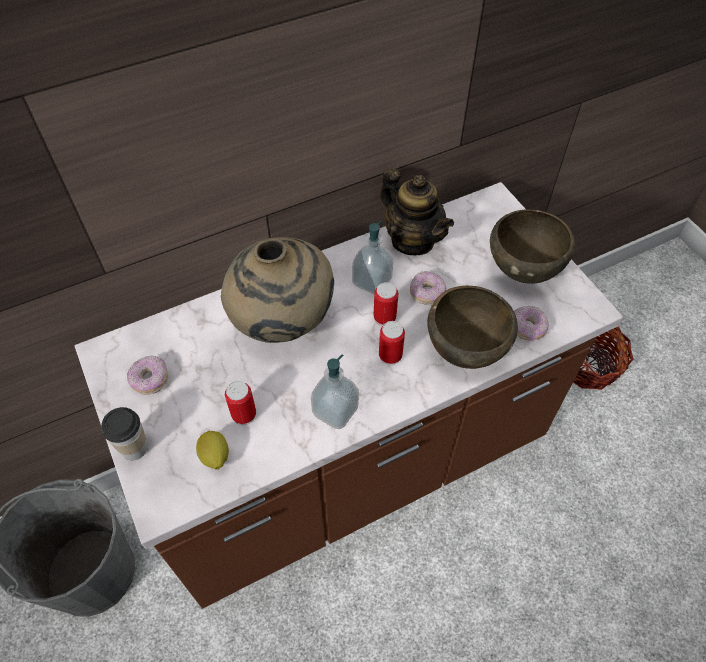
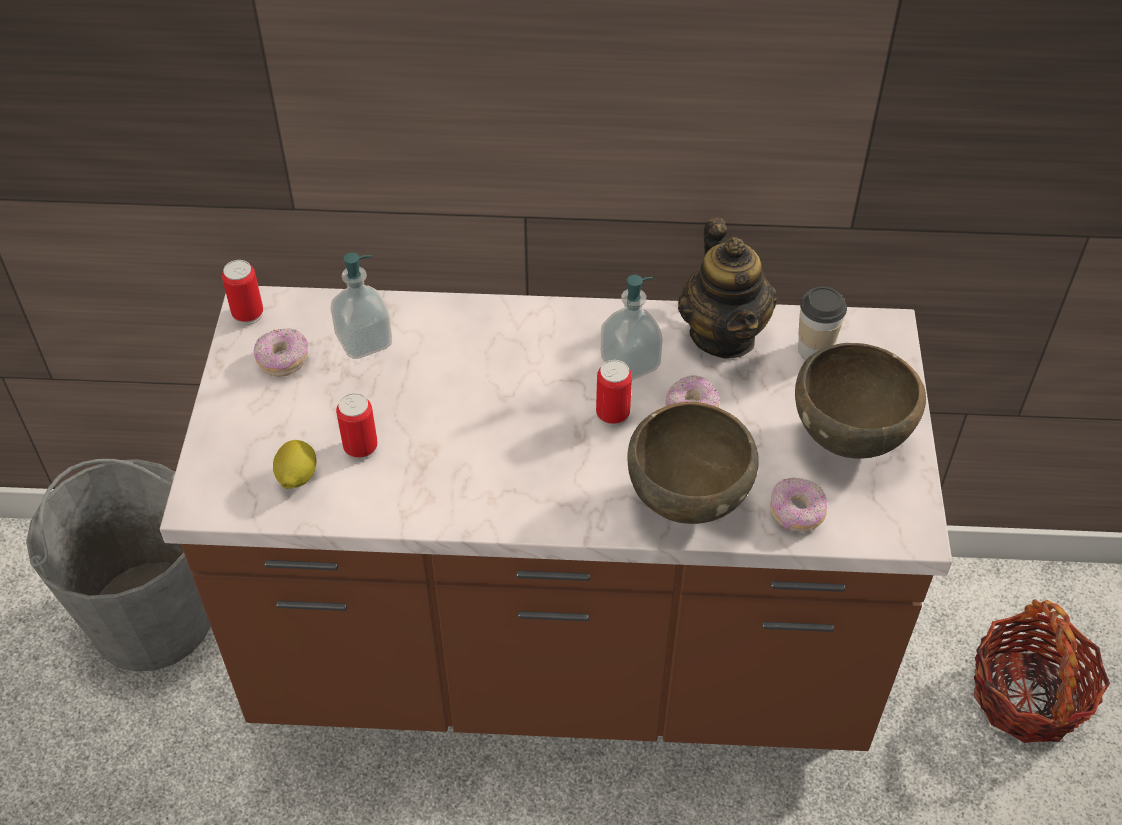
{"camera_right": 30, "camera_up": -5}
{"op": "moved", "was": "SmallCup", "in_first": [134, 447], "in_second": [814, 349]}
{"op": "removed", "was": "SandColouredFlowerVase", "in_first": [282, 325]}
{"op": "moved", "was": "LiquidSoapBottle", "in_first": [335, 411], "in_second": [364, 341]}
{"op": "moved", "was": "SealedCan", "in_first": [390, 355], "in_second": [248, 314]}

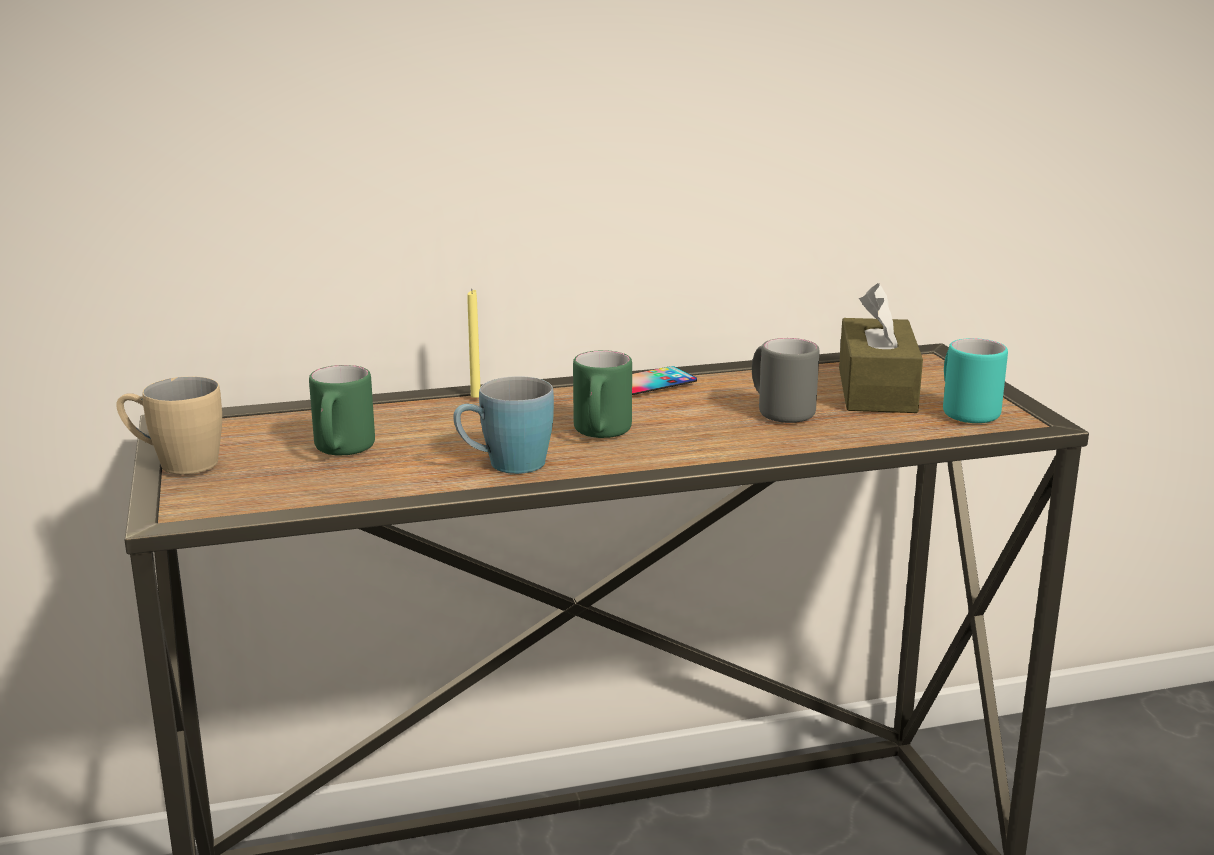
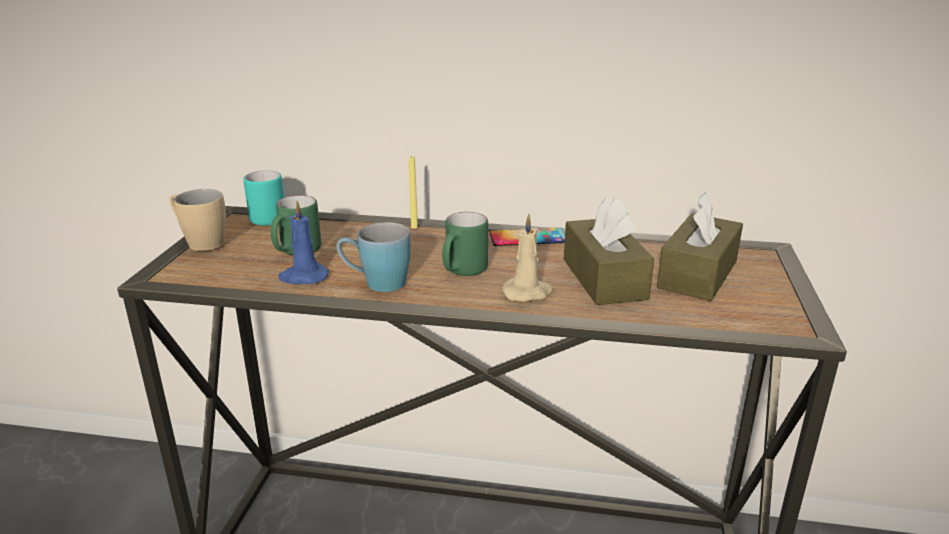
{"camera_right": 25, "camera_up": 5}
{"op": "replaced", "was": "GreyishTeaMug", "now": "BrownTissueBox", "in_first": [779, 412], "in_second": [604, 279]}
{"op": "moved", "was": "BlueGreenTeaMug", "in_first": [965, 412], "in_second": [271, 217]}
{"op": "added", "now": "BlueWaxCandle", "in_second": [303, 277]}
{"op": "added", "now": "SandColouredWaxCandle", "in_second": [528, 293]}

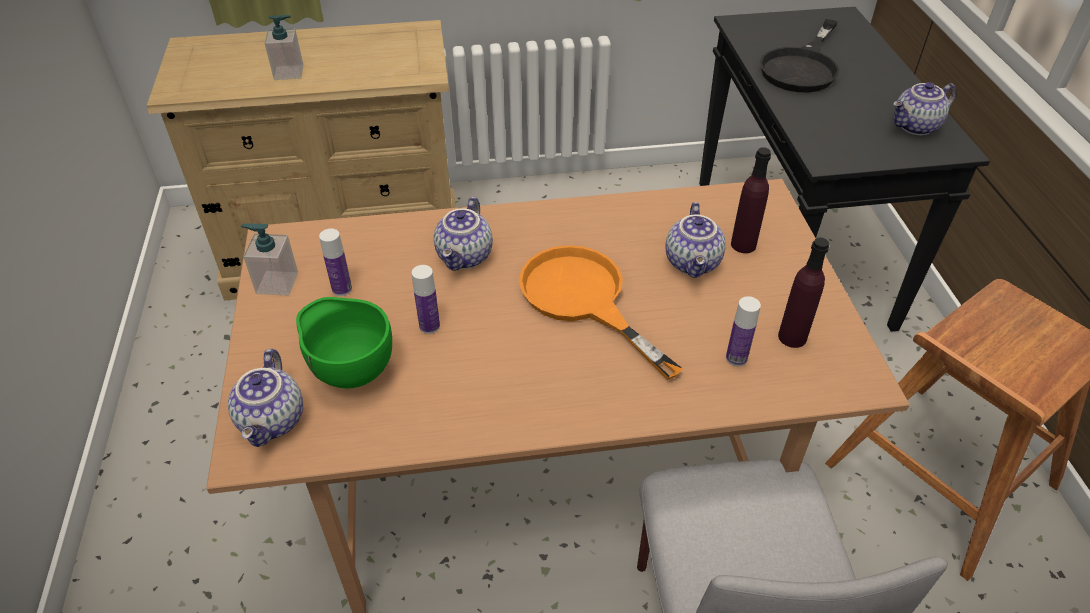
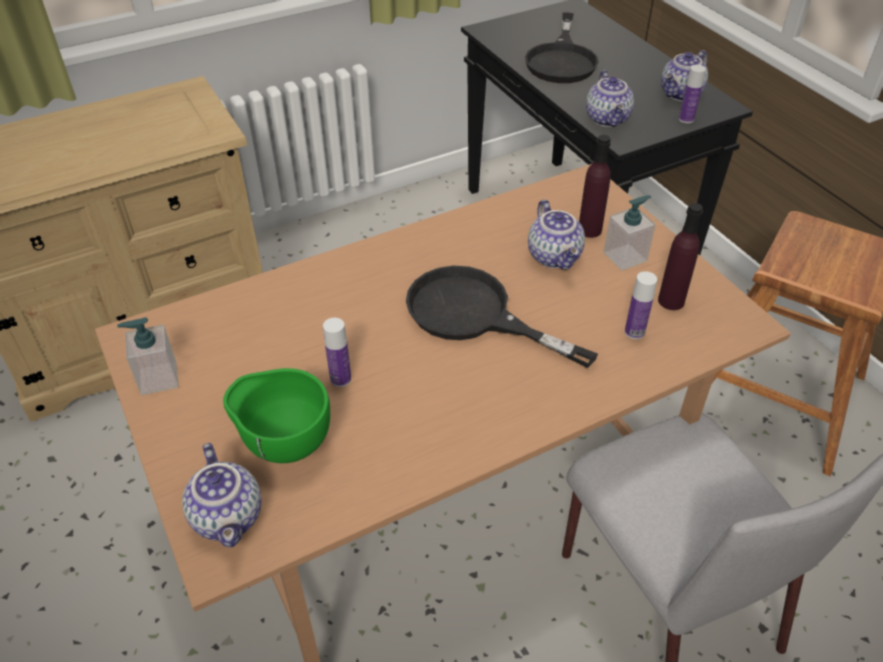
{"camera_right": -20, "camera_up": 0}
{"op": "moved", "was": "LiquidSoapBottle", "in_first": [289, 72], "in_second": [625, 257]}
{"op": "moved", "was": "Bottle", "in_first": [342, 289], "in_second": [686, 119]}
{"op": "moved", "was": "PotForTea", "in_first": [466, 257], "in_second": [608, 119]}
{"op": "recoloured", "was": "OrangeColouredPan", "now": "BlackPan", "in_first": [583, 300], "in_second": [474, 315]}

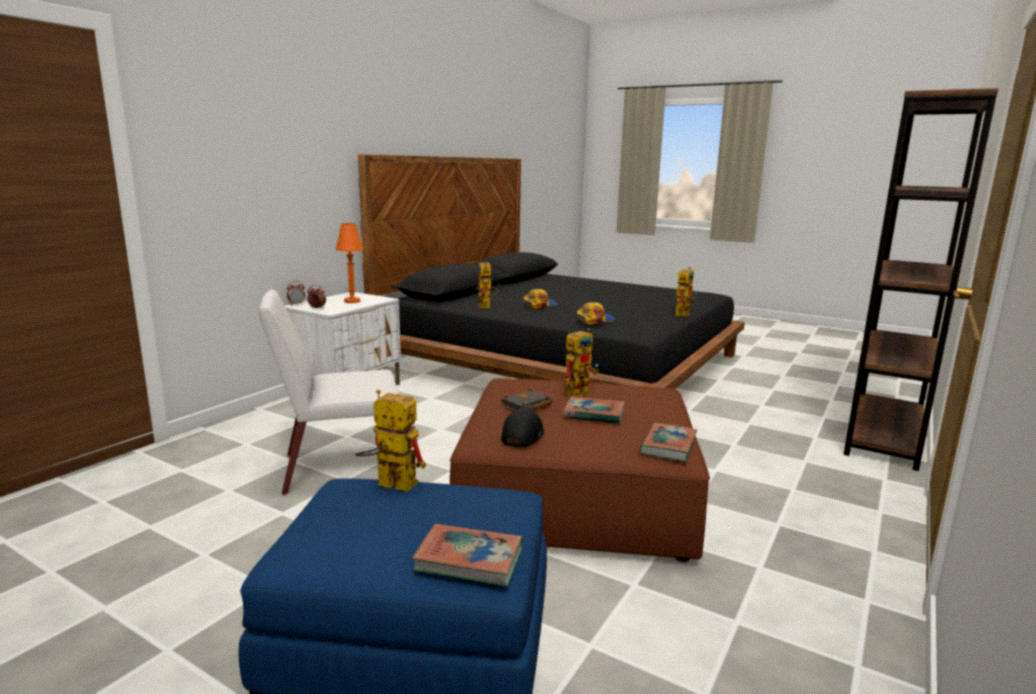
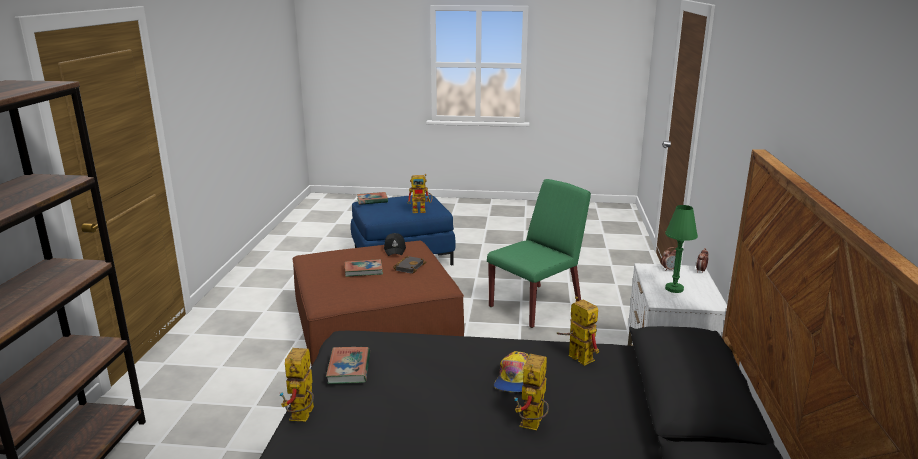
{"camera_right": 155, "camera_up": 5}
{"op": "recoloured", "was": "WhitePlainChair", "now": "GreenColouredPlainChair", "in_first": [339, 468], "in_second": [536, 305]}
{"op": "recoloured", "was": "OrangeColouredTabletopLamp", "now": "GreenColouredTabletopLamp", "in_first": [352, 301], "in_second": [674, 289]}
{"op": "moved", "was": "ModelRobot", "in_first": [579, 391], "in_second": [532, 426]}
{"op": "removed", "was": "Cap", "in_first": [595, 320]}
{"op": "moved", "was": "Book", "in_first": [668, 446], "in_second": [349, 368]}

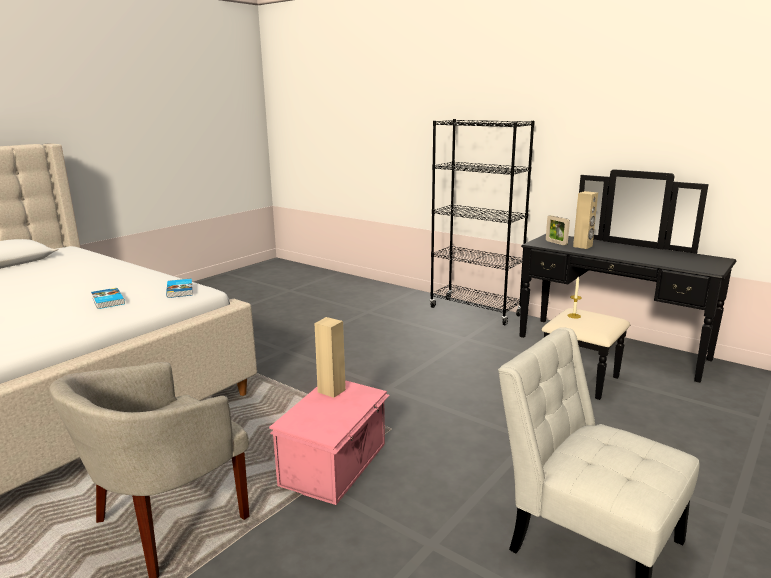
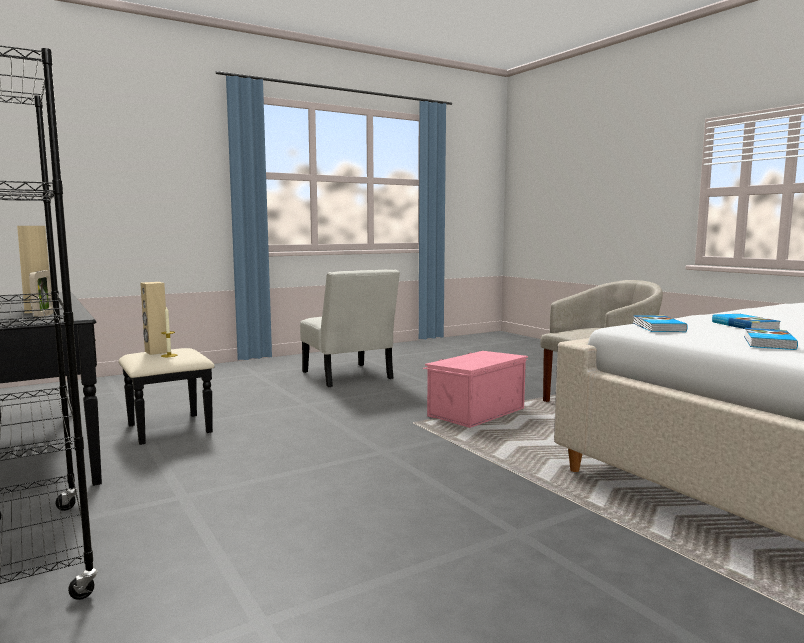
{"camera_right": -160, "camera_up": -10}
{"op": "moved", "was": "SandColouredLoudspeaker", "in_first": [331, 390], "in_second": [156, 352]}
{"op": "added", "now": "Book", "in_second": [767, 343]}

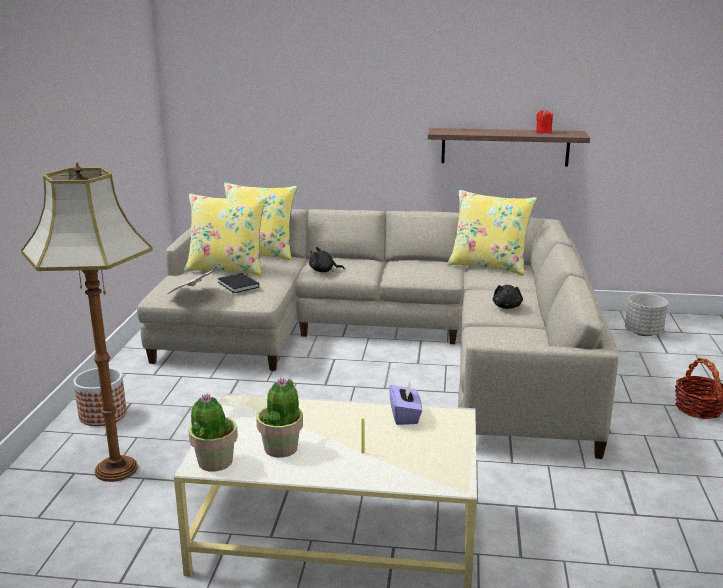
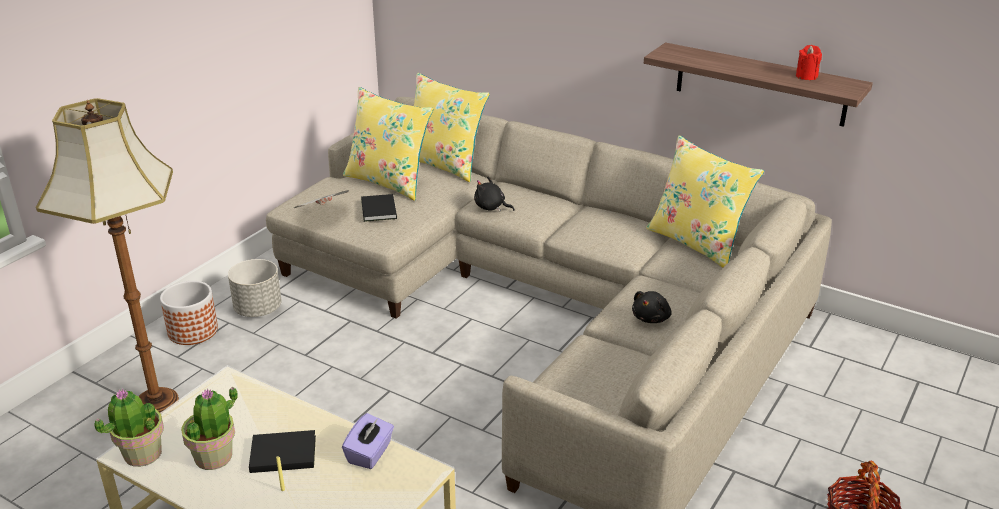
{"camera_right": 25, "camera_up": 10}
{"op": "moved", "was": "GreyishPlantPot", "in_first": [643, 333], "in_second": [258, 309]}
{"op": "added", "now": "BlackBook", "in_second": [281, 453]}

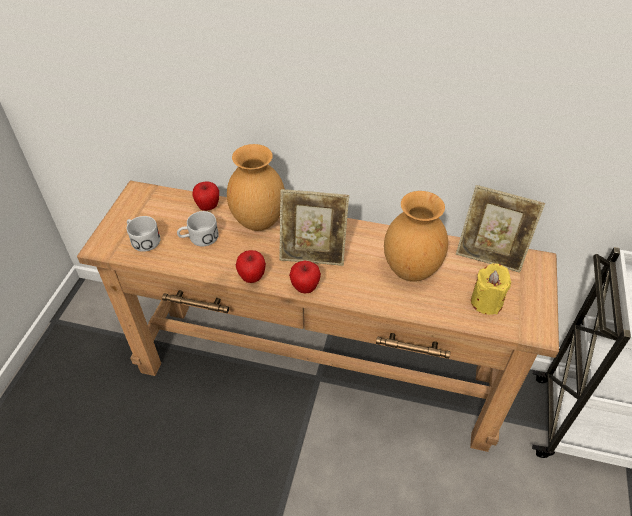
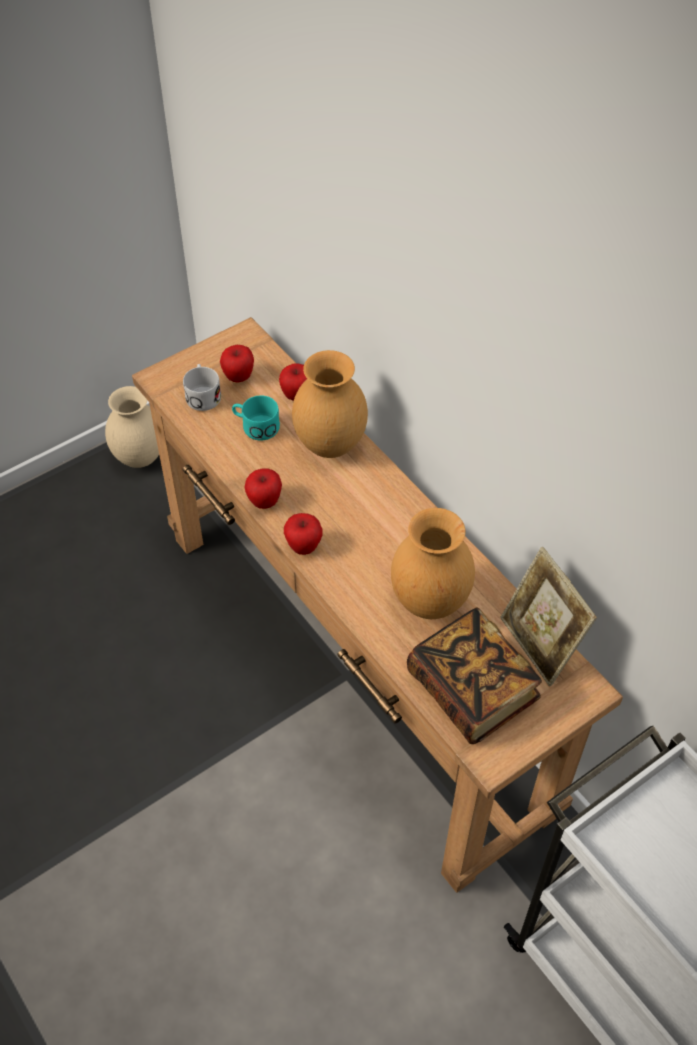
{"camera_right": 40, "camera_up": 5}
{"op": "recoloured", "was": "WhiteTeaMug", "now": "BlueGreenTeaMug", "in_first": [199, 238], "in_second": [255, 426]}
{"op": "removed", "was": "StandingFrame", "in_first": [313, 254]}
{"op": "replaced", "was": "YellowishWaxCandle", "now": "Book", "in_first": [486, 302], "in_second": [472, 690]}
{"op": "added", "now": "SandColouredFlowerVase", "in_second": [140, 457]}
{"op": "added", "now": "Apple", "in_second": [238, 377]}

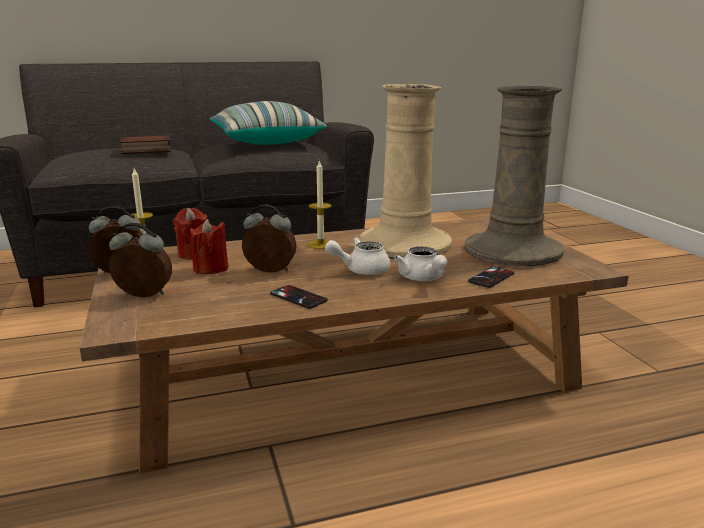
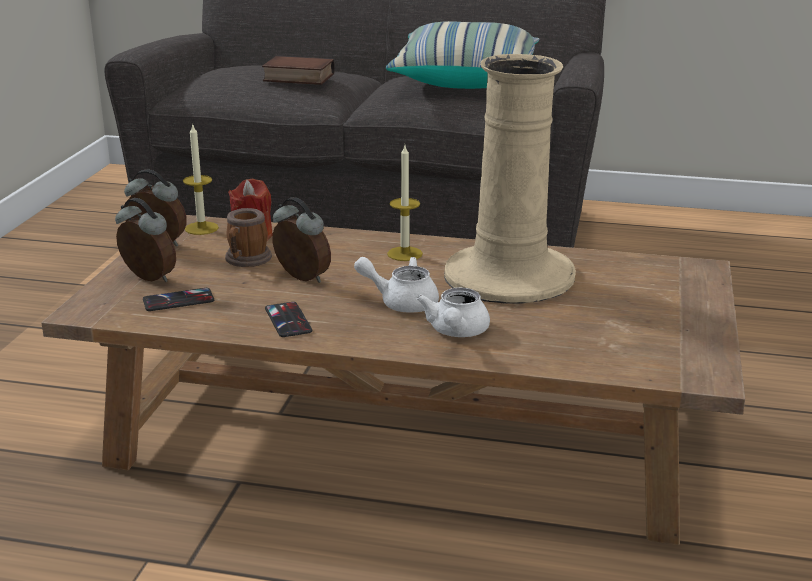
{"camera_right": 30, "camera_up": 5}
{"op": "replaced", "was": "RedWaxCandle", "now": "TeaMug", "in_first": [211, 269], "in_second": [246, 260]}
{"op": "removed", "was": "SandColouredFlowerVase", "in_first": [513, 250]}
{"op": "moved", "was": "Telephone", "in_first": [491, 277], "in_second": [178, 300]}

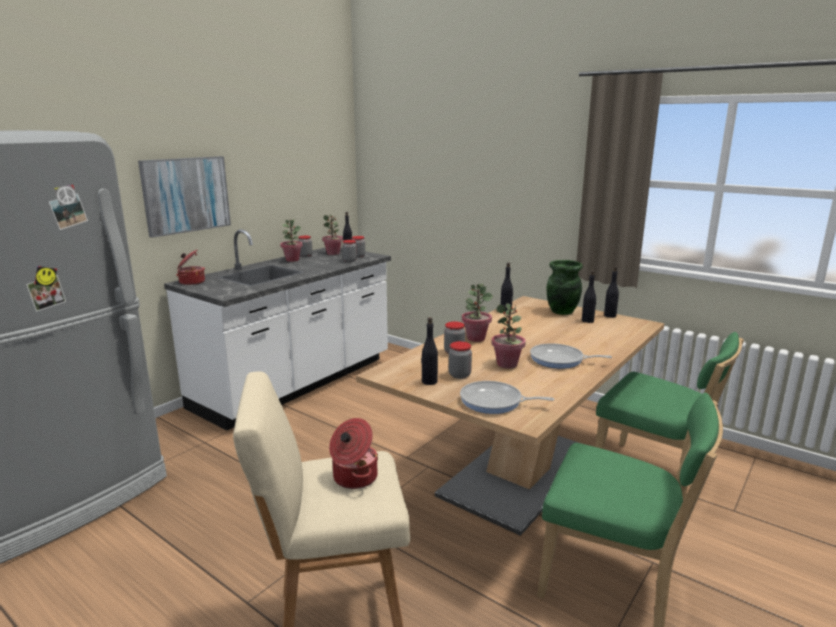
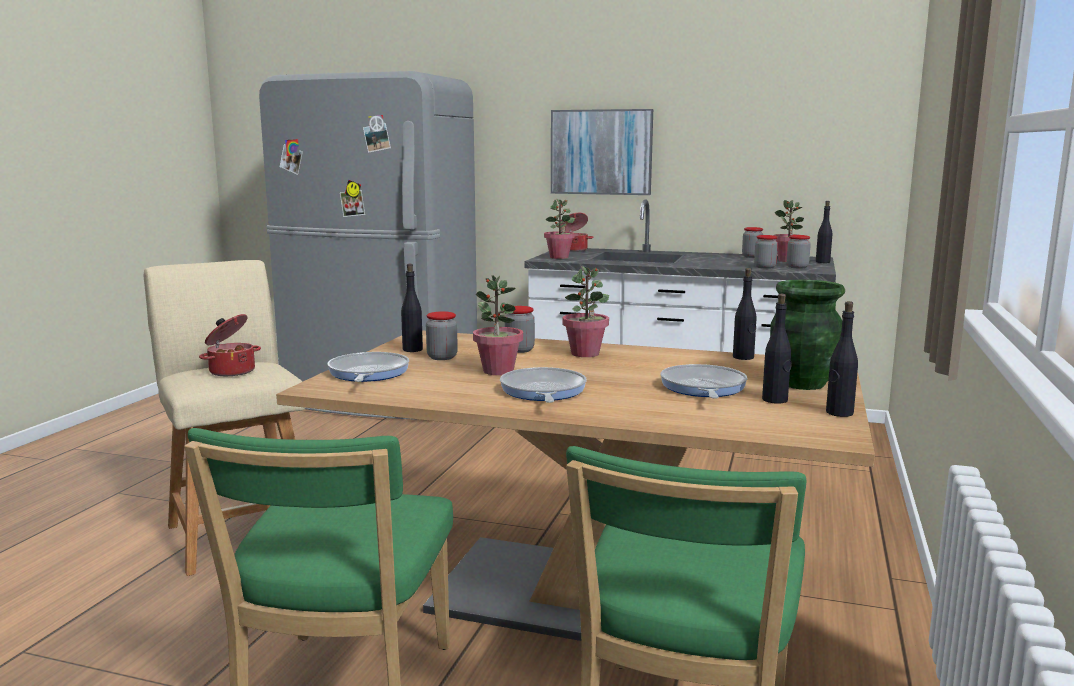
{"camera_right": 70, "camera_up": -5}
{"op": "moved", "was": "Houseplant", "in_first": [292, 260], "in_second": [559, 257]}
{"op": "added", "now": "Pan", "in_second": [702, 388]}

